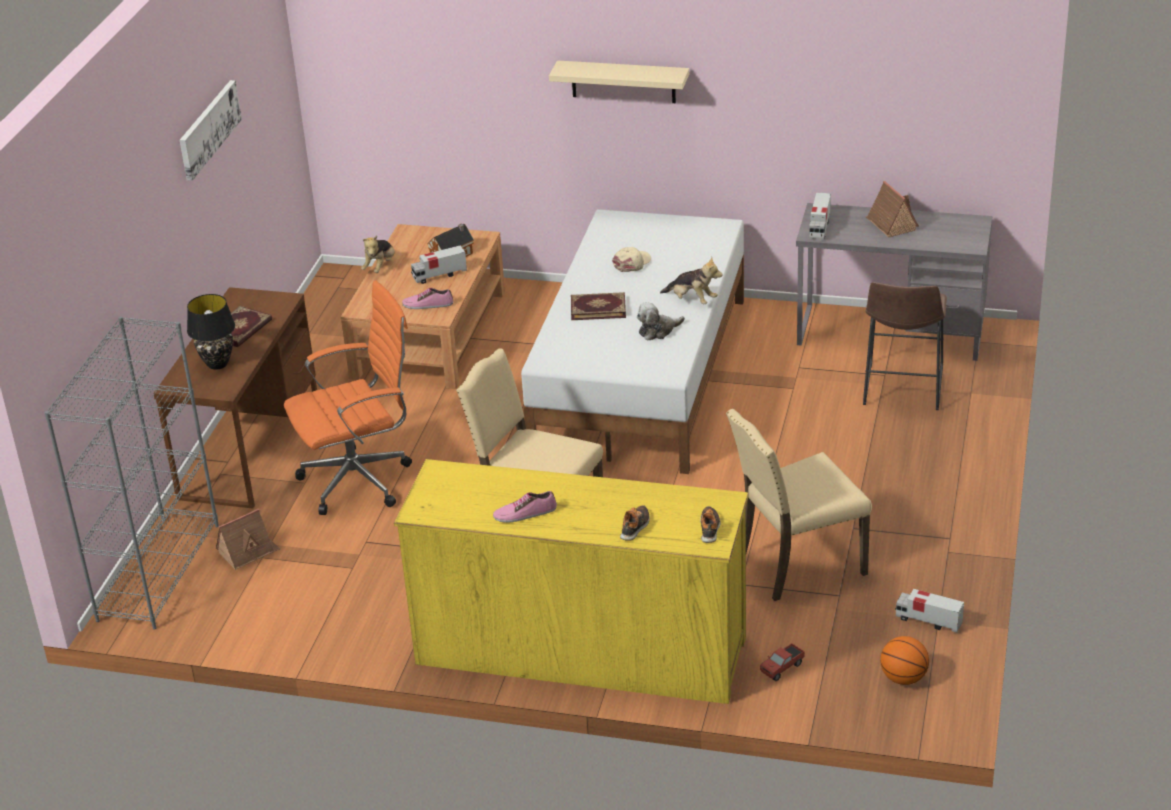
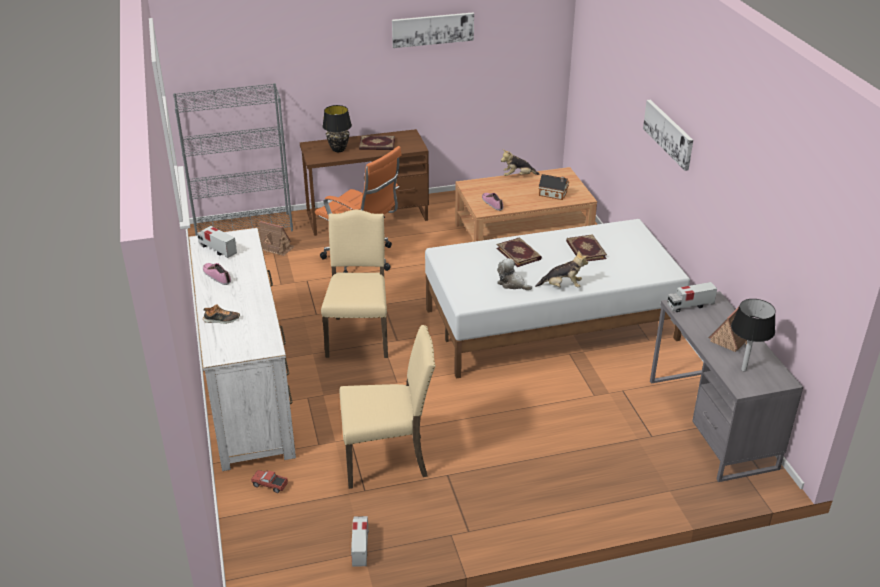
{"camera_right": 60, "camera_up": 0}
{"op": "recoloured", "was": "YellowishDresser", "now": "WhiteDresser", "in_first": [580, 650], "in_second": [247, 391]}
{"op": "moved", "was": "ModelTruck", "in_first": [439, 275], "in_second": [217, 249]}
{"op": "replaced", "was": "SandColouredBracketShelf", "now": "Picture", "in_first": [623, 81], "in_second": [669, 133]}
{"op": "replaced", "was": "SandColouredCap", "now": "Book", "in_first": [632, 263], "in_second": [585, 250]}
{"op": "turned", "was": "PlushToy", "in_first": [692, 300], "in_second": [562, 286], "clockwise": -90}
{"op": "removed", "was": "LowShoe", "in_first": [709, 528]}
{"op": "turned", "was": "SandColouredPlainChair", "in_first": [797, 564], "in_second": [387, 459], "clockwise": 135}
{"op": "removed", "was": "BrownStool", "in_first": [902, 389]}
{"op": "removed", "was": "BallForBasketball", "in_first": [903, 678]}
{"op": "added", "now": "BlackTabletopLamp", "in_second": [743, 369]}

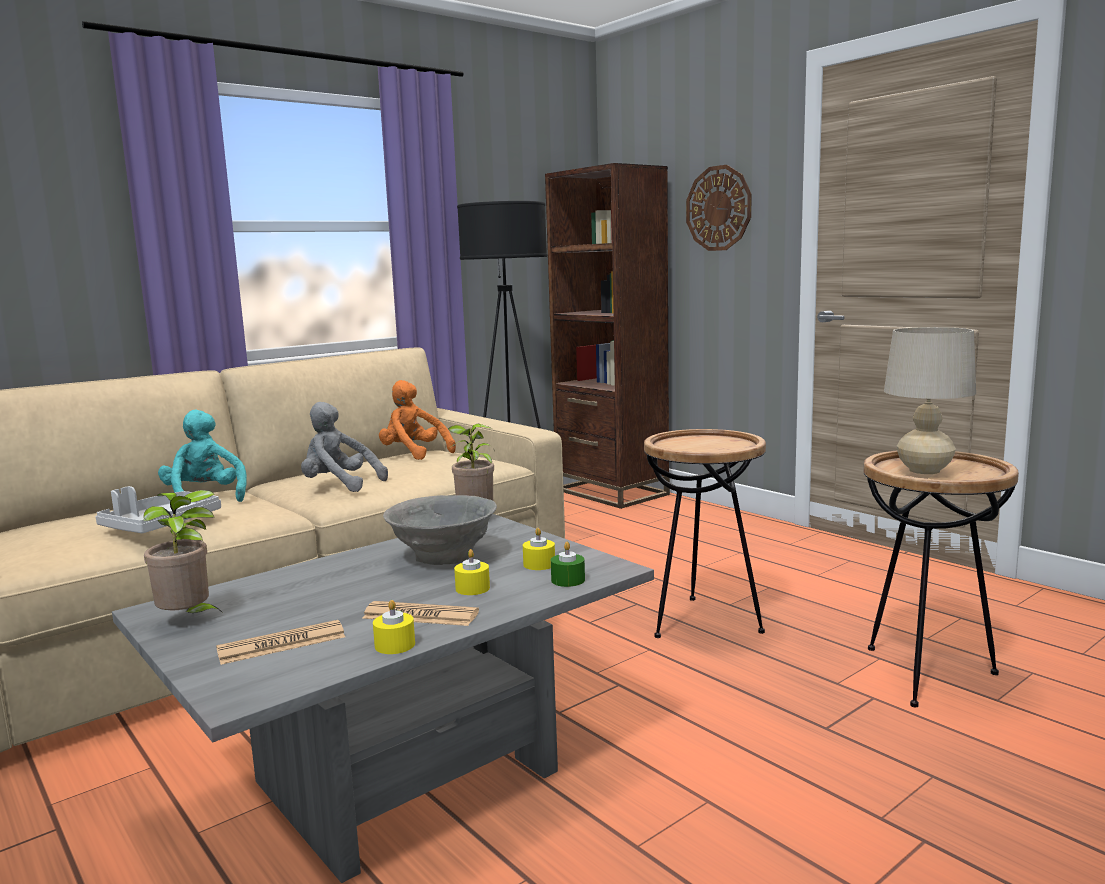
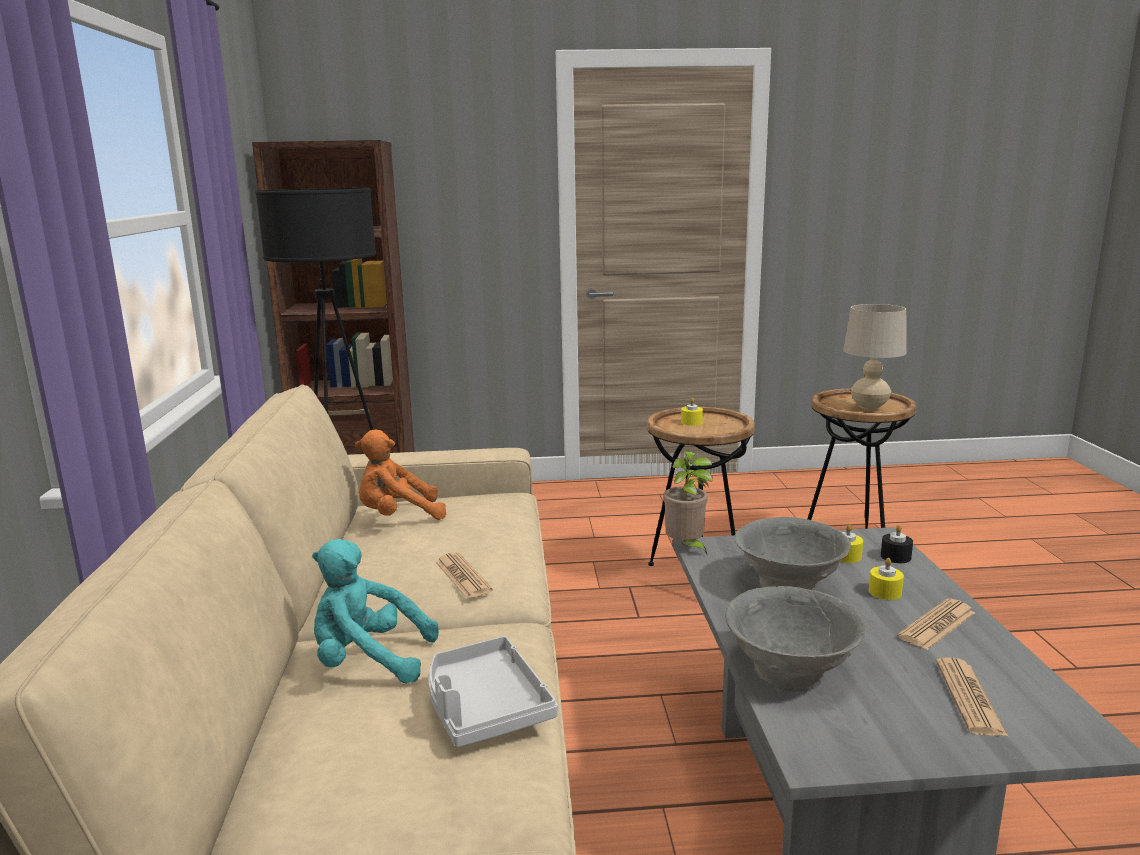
{"camera_right": -55, "camera_up": 5}
{"op": "removed", "was": "Houseplant", "in_first": [189, 620]}
{"op": "replaced", "was": "GreyishPlushToy", "now": "DailyPaper", "in_first": [339, 485], "in_second": [462, 576]}
{"op": "moved", "was": "YellowishWaxCandle", "in_first": [395, 645], "in_second": [691, 422]}
{"op": "recoloured", "was": "GreenColouredWaxCandle", "now": "BlackWaxCandle", "in_first": [568, 580], "in_second": [895, 556]}
{"op": "removed", "was": "WallClock", "in_first": [718, 208]}
{"op": "added", "now": "GreyishServingBowl", "in_second": [790, 672]}

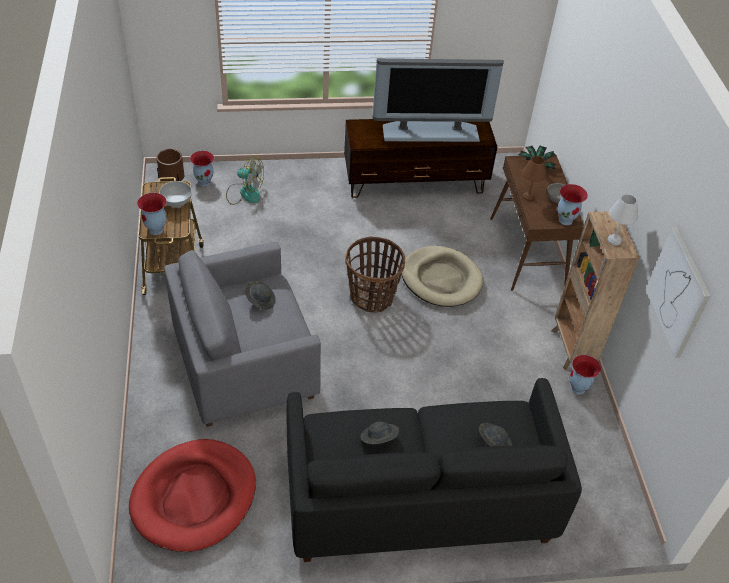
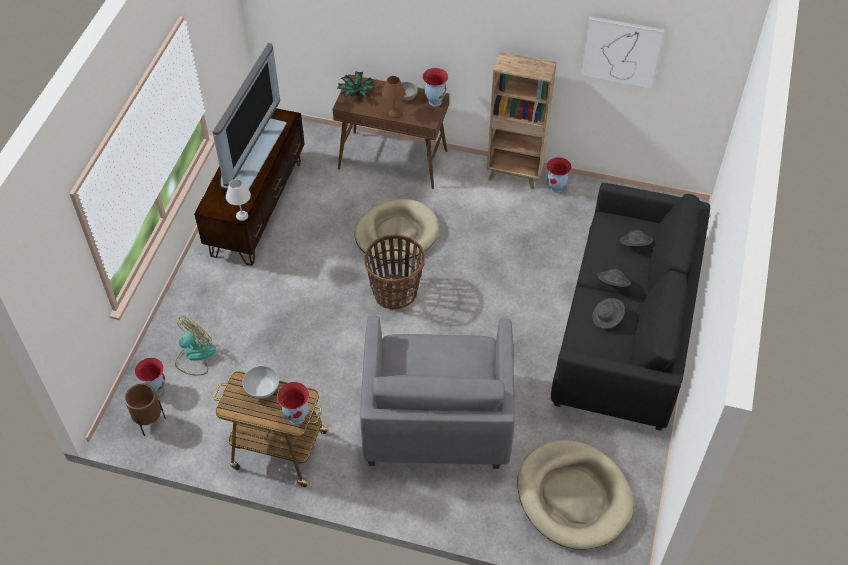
{"camera_right": -65, "camera_up": 5}
{"op": "recoloured", "was": "RedPetBed", "now": "SandColouredPetBed", "in_first": [194, 497], "in_second": [573, 496]}
{"op": "moved", "was": "GreyishWearableHat", "in_first": [260, 300], "in_second": [612, 284]}
{"op": "moved", "was": "WhiteTabletopLamp", "in_first": [614, 240], "in_second": [242, 216]}

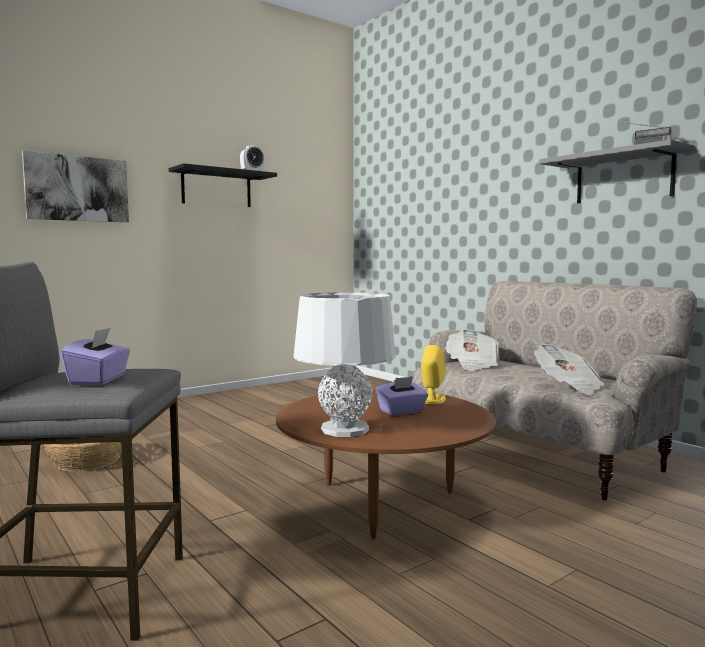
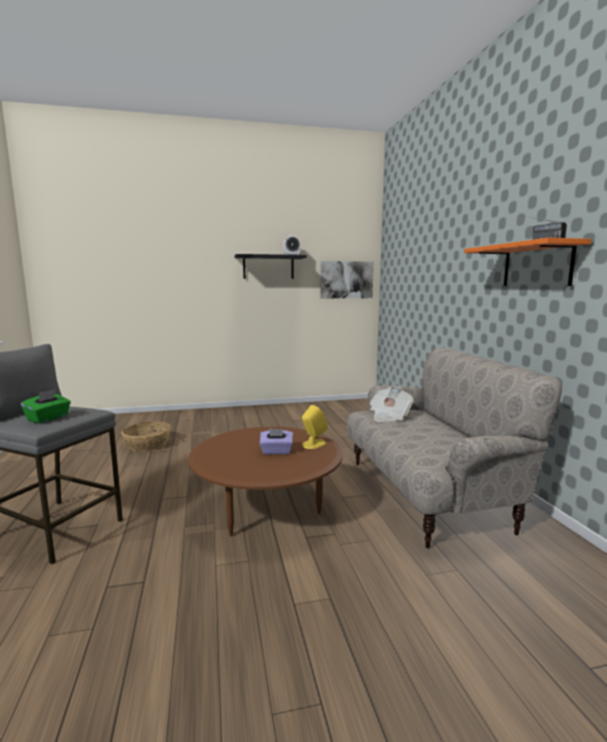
{"camera_right": 25, "camera_up": 5}
{"op": "moved", "was": "Picture", "in_first": [77, 188], "in_second": [346, 280]}
{"op": "recoloured", "was": "PurplishTissueBox", "now": "GreenColouredTissueBox", "in_first": [99, 380], "in_second": [48, 418]}
{"op": "removed", "was": "GreyishTabletopLamp", "in_first": [344, 429]}
{"op": "removed", "was": "DailyPaper", "in_first": [568, 387]}
{"op": "recoloured", "was": "GreyishBracketShelf", "now": "OrangeColouredBracketShelf", "in_first": [623, 177], "in_second": [537, 265]}

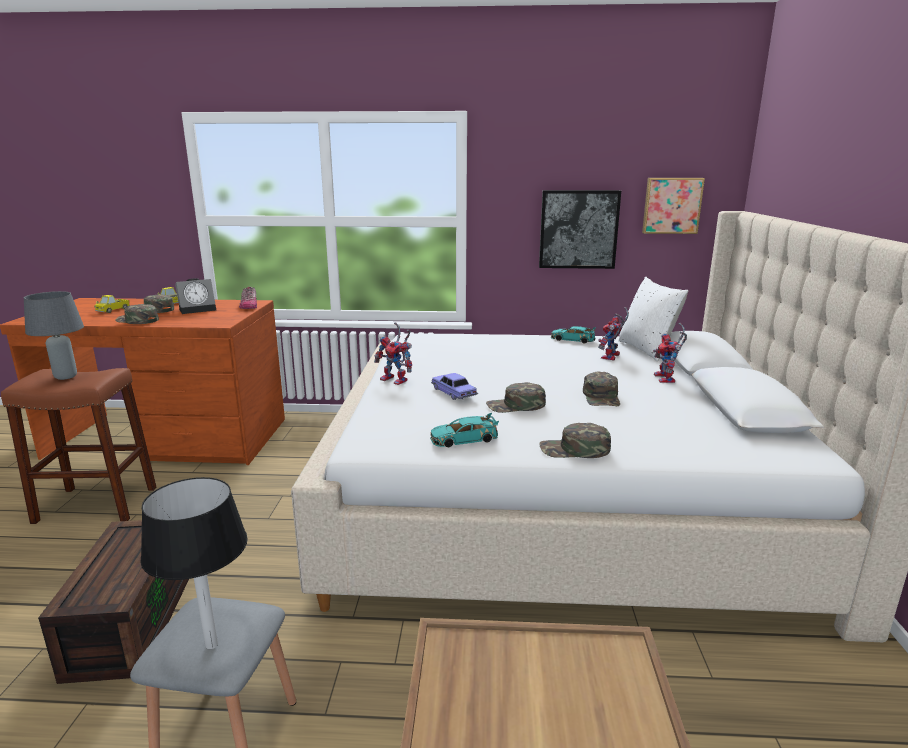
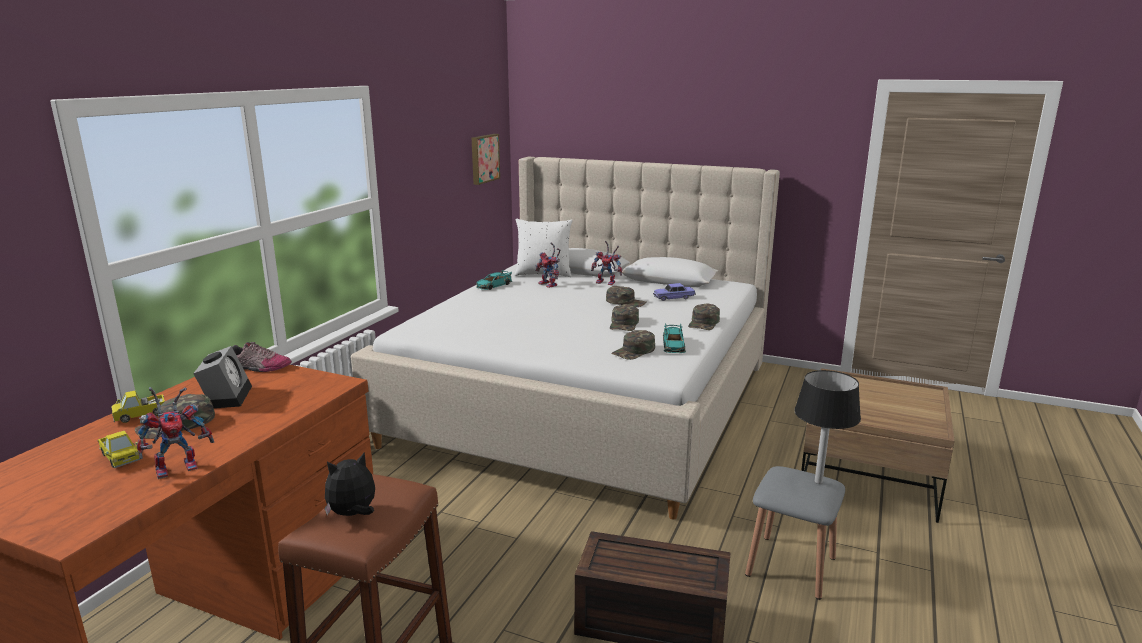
{"camera_right": -70, "camera_up": 0}
{"op": "replaced", "was": "GreyishTabletopLamp", "now": "PlushToy", "in_first": [65, 377], "in_second": [353, 514]}
{"op": "moved", "was": "GreenColouredCap", "in_first": [137, 320], "in_second": [634, 351]}
{"op": "moved", "was": "ModelRobot", "in_first": [397, 380], "in_second": [180, 466]}
{"op": "moved", "was": "ToyCar", "in_first": [453, 393], "in_second": [674, 298]}
{"op": "removed", "was": "Picture", "in_first": [578, 229]}

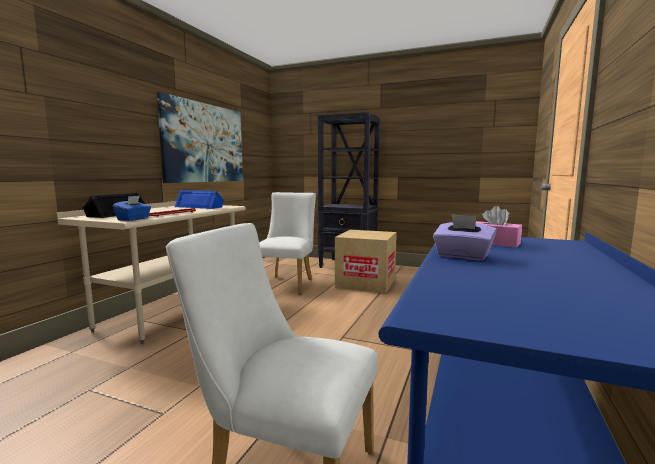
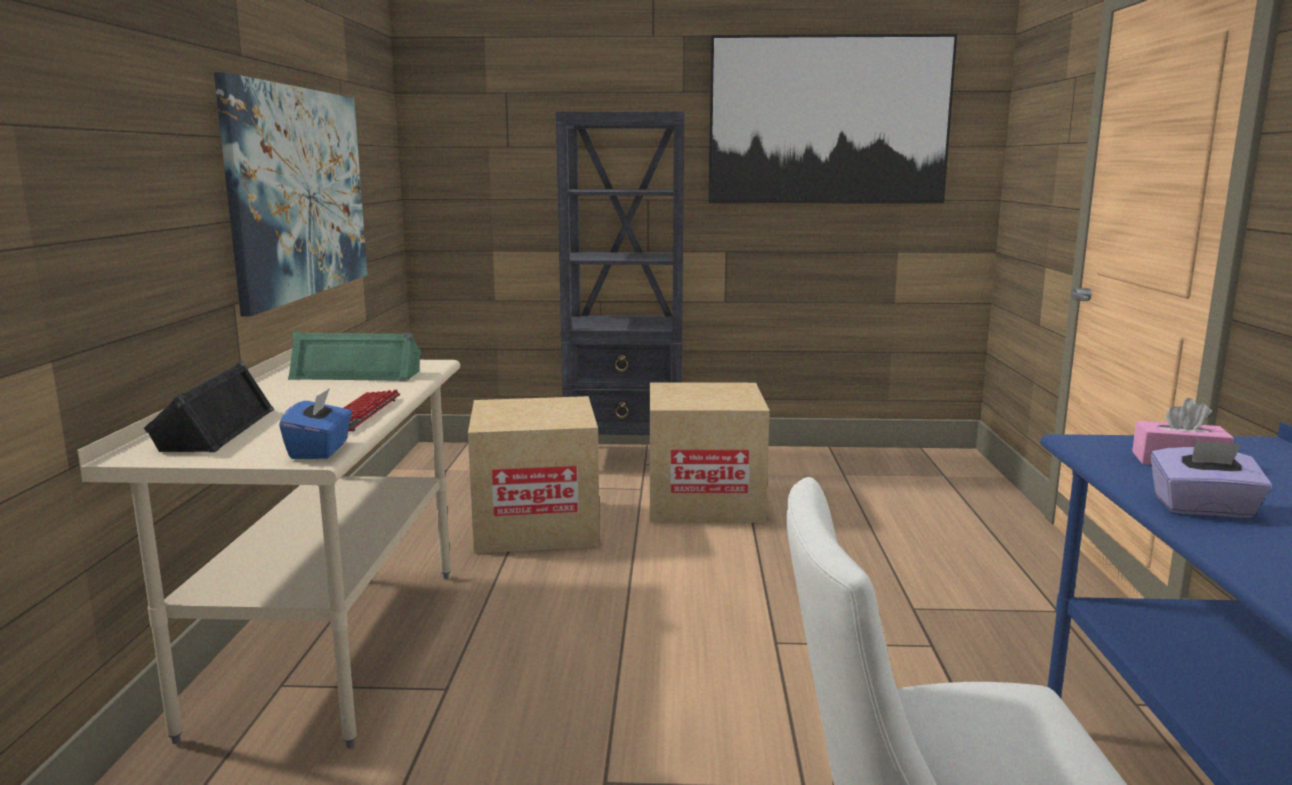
{"camera_right": -20, "camera_up": 5}
{"op": "recoloured", "was": "BlueLoudspeaker", "now": "GreenColouredLoudspeaker", "in_first": [199, 207], "in_second": [357, 374]}
{"op": "replaced", "was": "WhitePlainChair", "now": "PackingBox", "in_first": [287, 283], "in_second": [536, 526]}
{"op": "added", "now": "Picture", "in_second": [828, 120]}

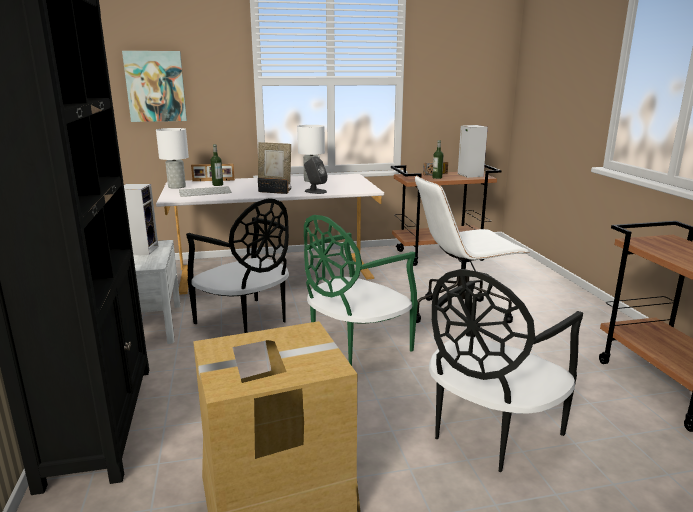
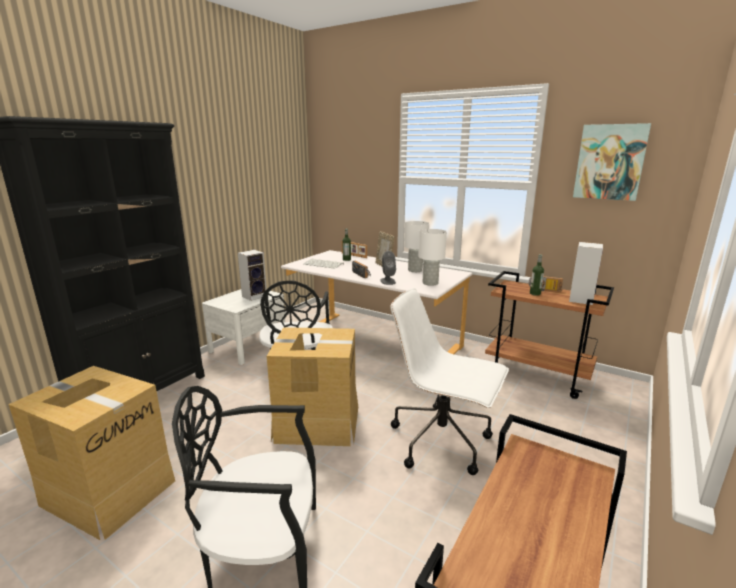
{"camera_right": 45, "camera_up": 0}
{"op": "moved", "was": "Picture", "in_first": [155, 86], "in_second": [610, 162]}
{"op": "moved", "was": "WhiteTabletopLamp", "in_first": [176, 186], "in_second": [429, 283]}
{"op": "replaced", "was": "GreenColouredPlainChair", "now": "PackingBox", "in_first": [355, 347], "in_second": [317, 423]}

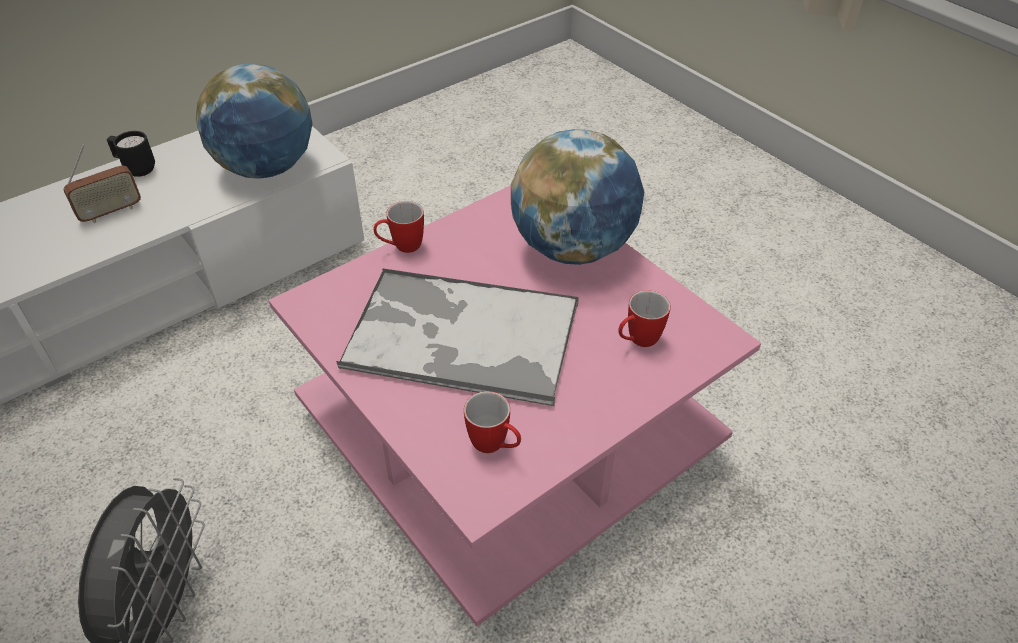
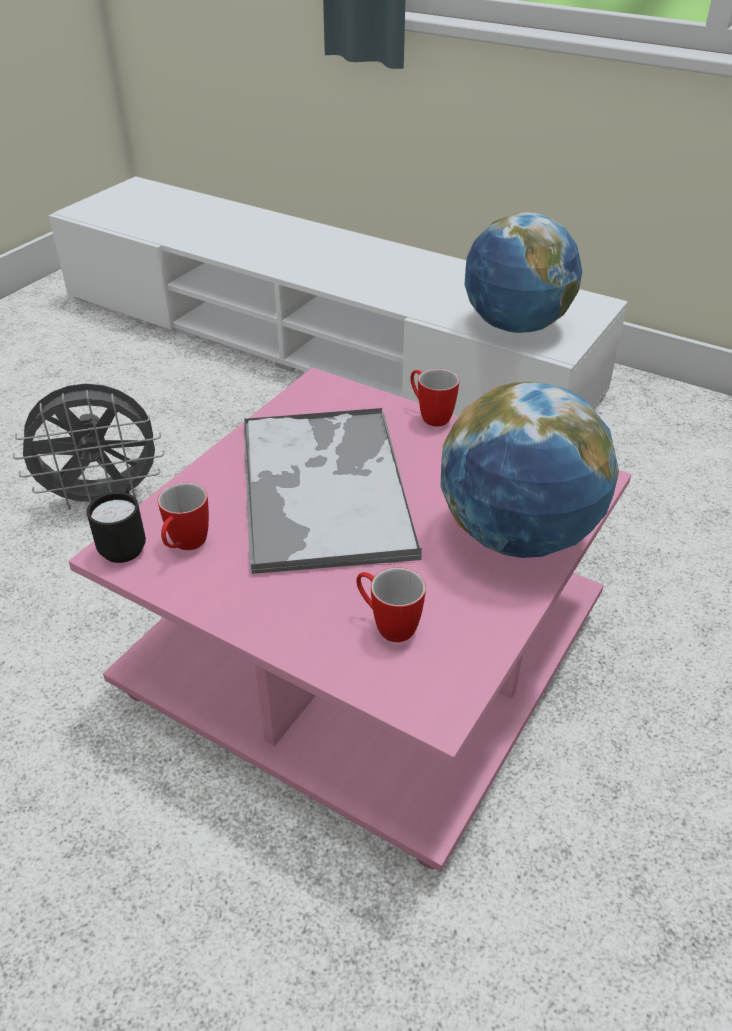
{"camera_right": 70, "camera_up": -5}
{"op": "removed", "was": "RadioSet", "in_first": [111, 212]}
{"op": "moved", "was": "BlackTeaMug", "in_first": [136, 168], "in_second": [124, 544]}

